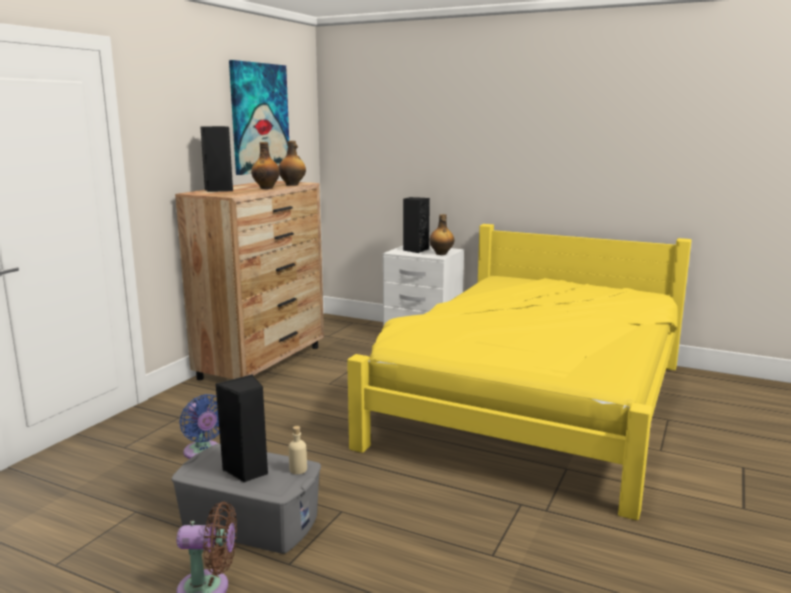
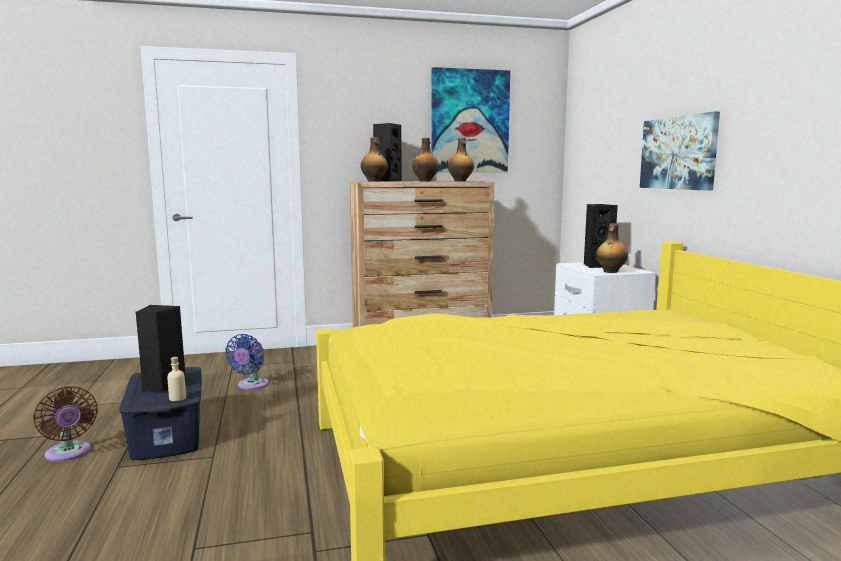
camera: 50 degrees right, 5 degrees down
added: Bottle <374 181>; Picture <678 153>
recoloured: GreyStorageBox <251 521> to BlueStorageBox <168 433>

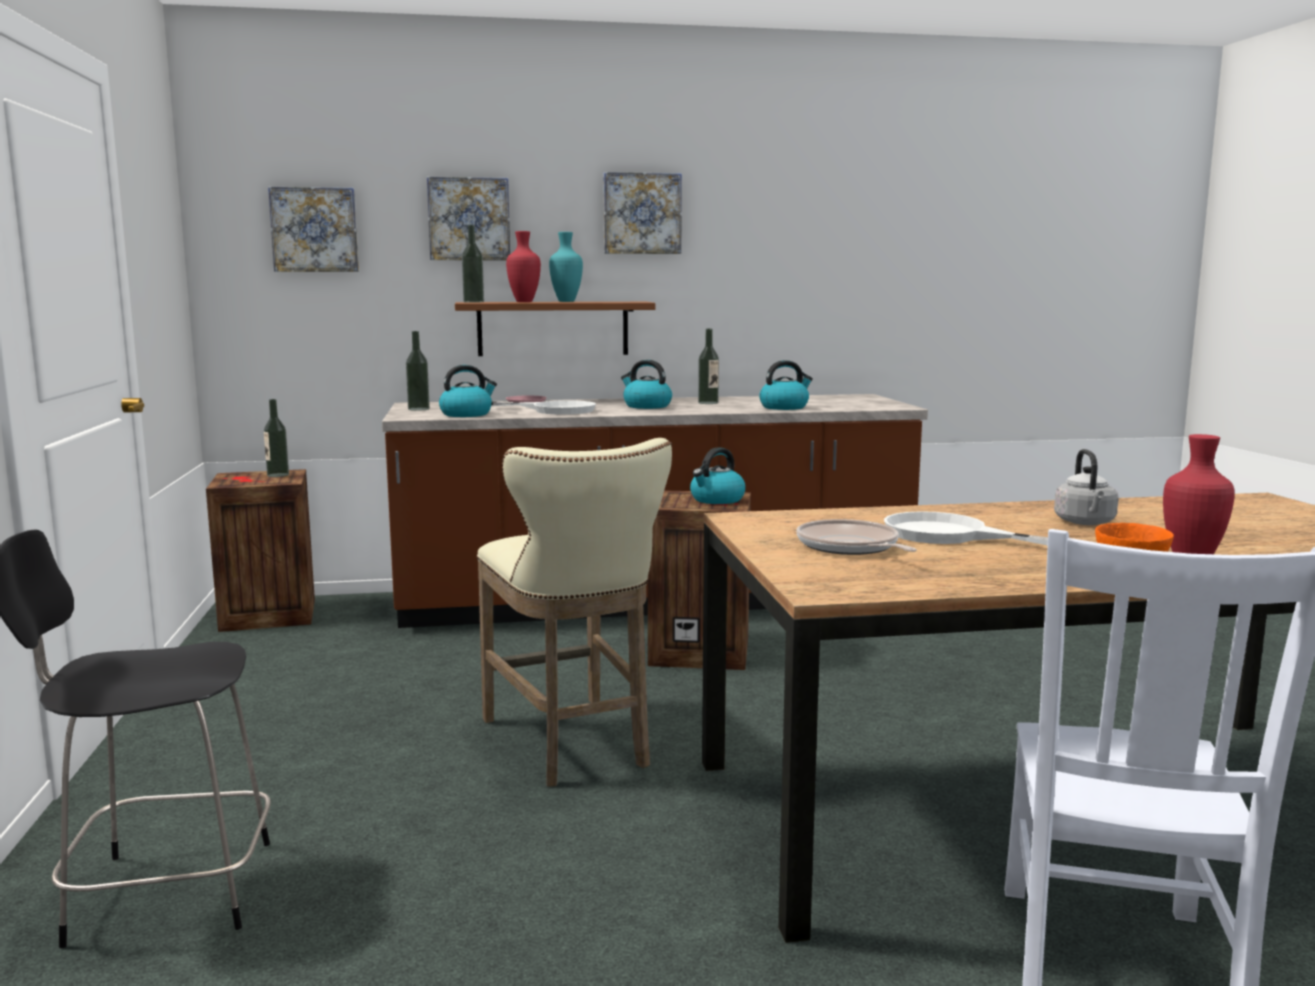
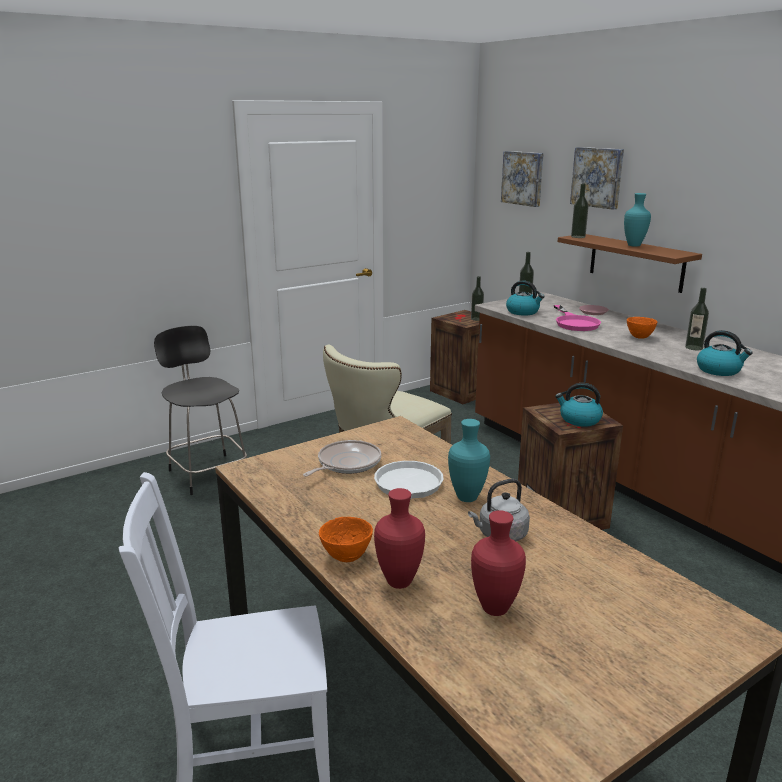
camera: 65 degrees right, 10 degrees up
removed: Picture <641 213>
added: TurquoiseVase <467 498>
moved: RedVase <524 302> to <493 609>
replaced: Kettle <646 406> to OrangeBowl <639 337>
recoloured: WhiteFryingPan <553 410> to PinkFryingPan <574 322>

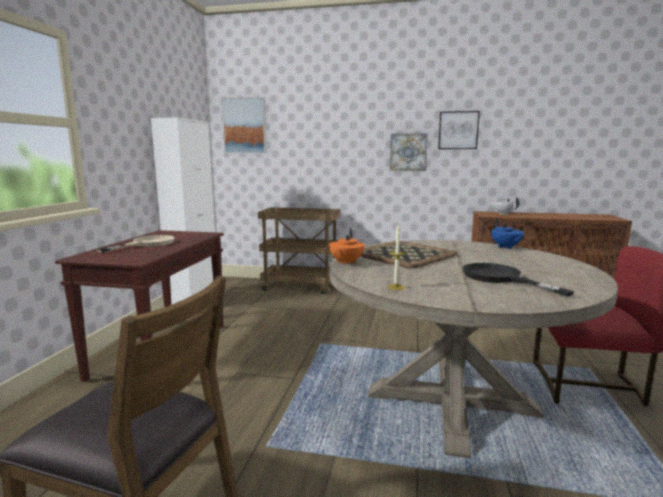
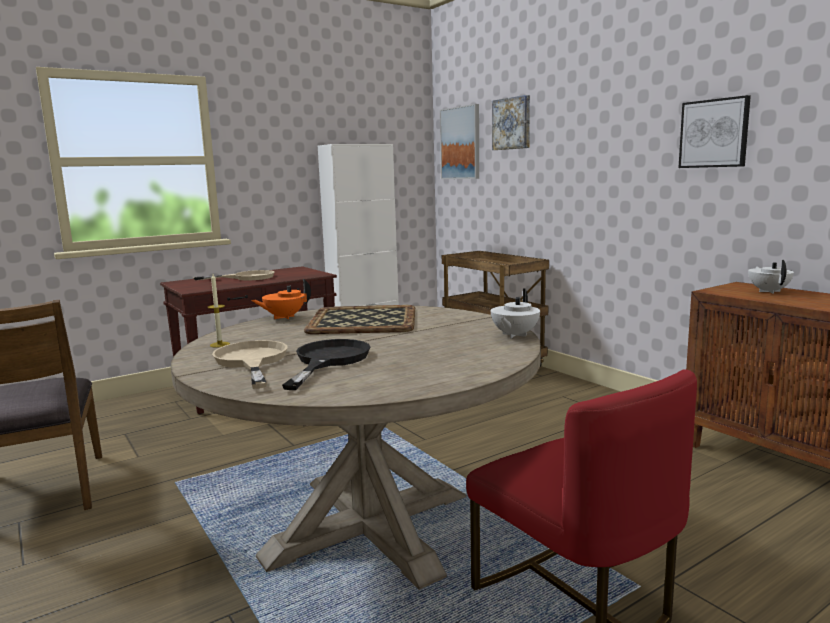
camera: 45 degrees right, 0 degrees up
added: BeigeFryingPan <251 361>
moved: Picture <408 152> to <512 123>
recoloured: BlueTeapot <505 247> to WhiteTeapot <514 335>

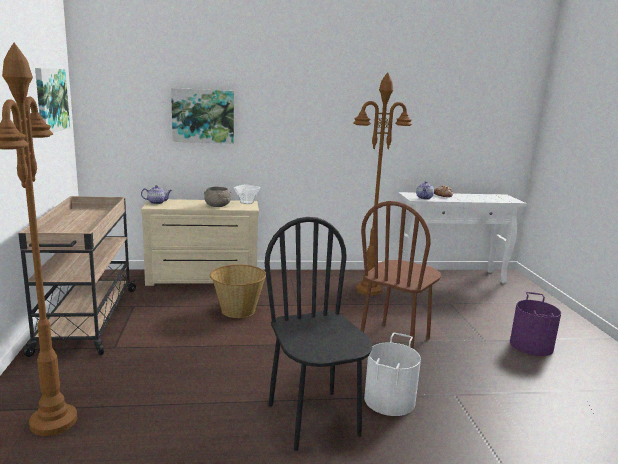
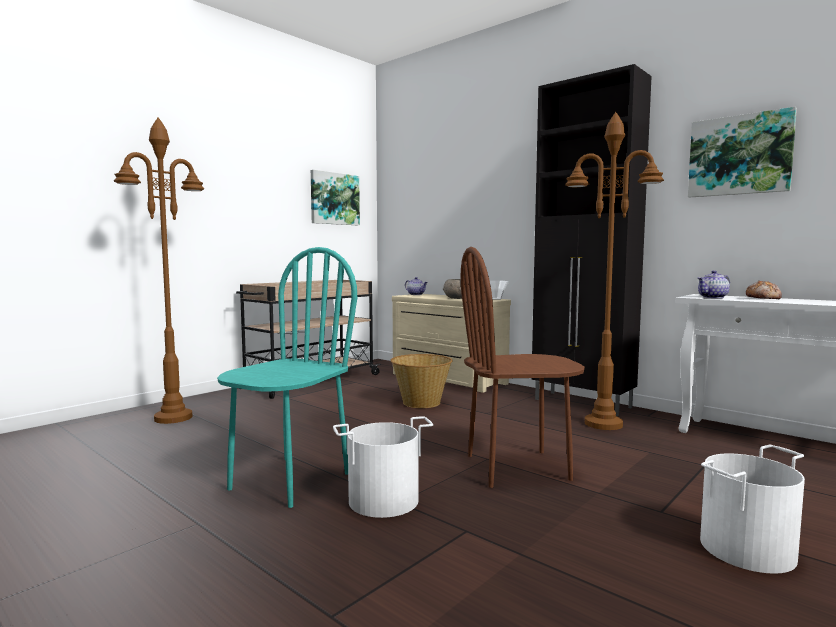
camera: 50 degrees right, 10 degrees down
added: BlackCabinet <583 404>
moved: Picture <203 116> to <739 155>
recoloured: BlackChair <314 419> to TurquoiseChair <289 481>; PurpleBucket <532 345> to WhiteBucket <748 549>

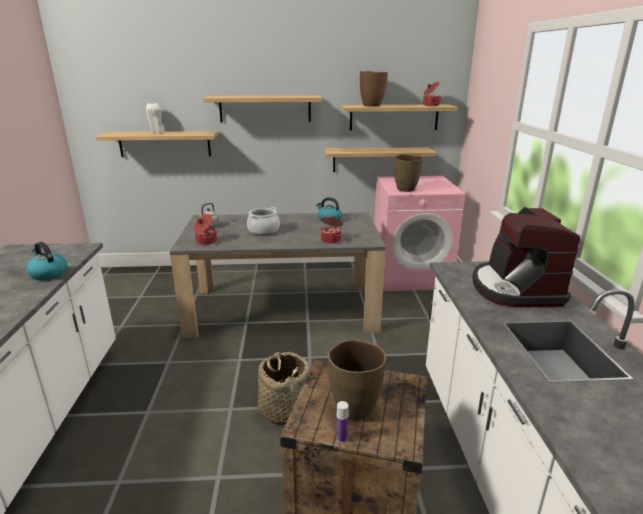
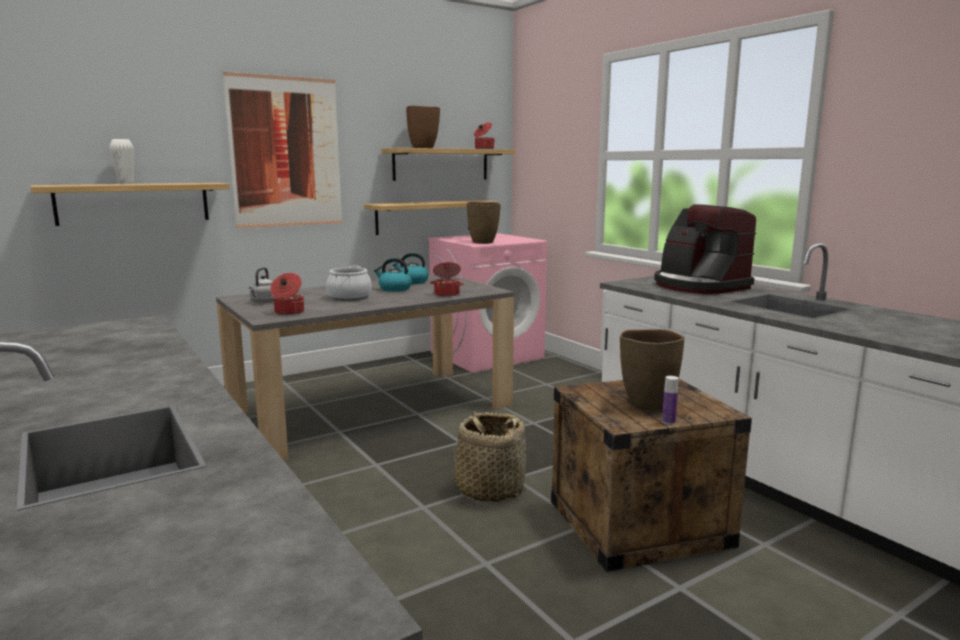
camera: 30 degrees left, 10 degrees down
moved: Kettle <48 274> to <394 289>
replaced: Shelf <265 108> to Picture <286 152>

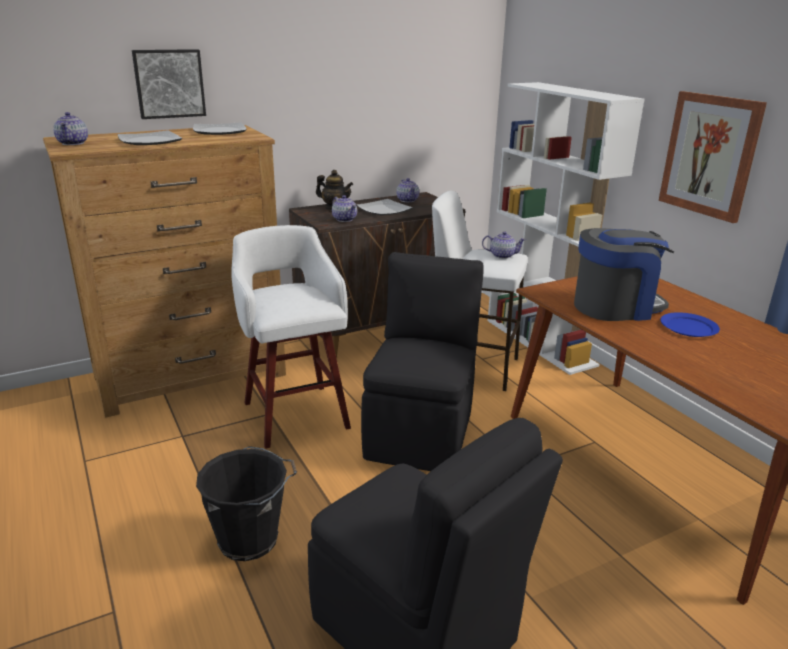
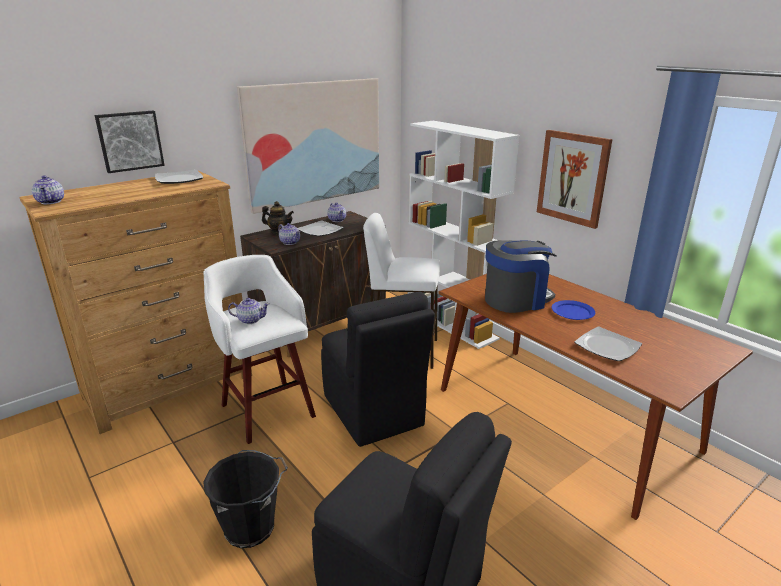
camera: 10 degrees left, 0 degrees up
added: Picture <314 143>
moved: Plate <149 141> to <606 346>; Teapot <502 255> to <250 320>
turned: BlackChair <421 431> = <373 412> 150 degrees clockwise

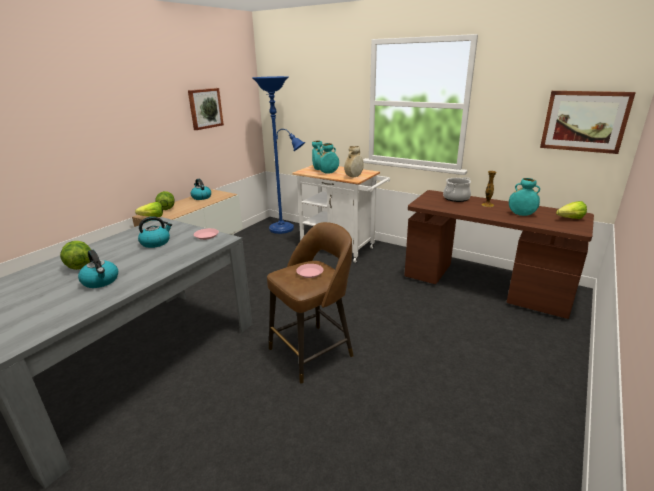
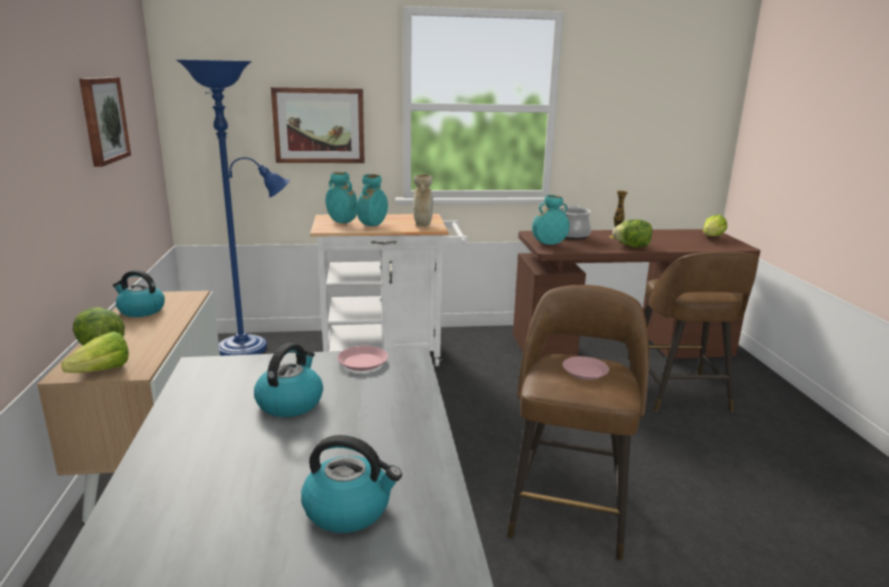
camera: 40 degrees left, 5 degrees down
added: BrownStool <680 394>
moved: Lettuce <80 266> to <632 246>; TurquoiseVase <521 215> to <549 244>; Picture <584 121> to <319 125>

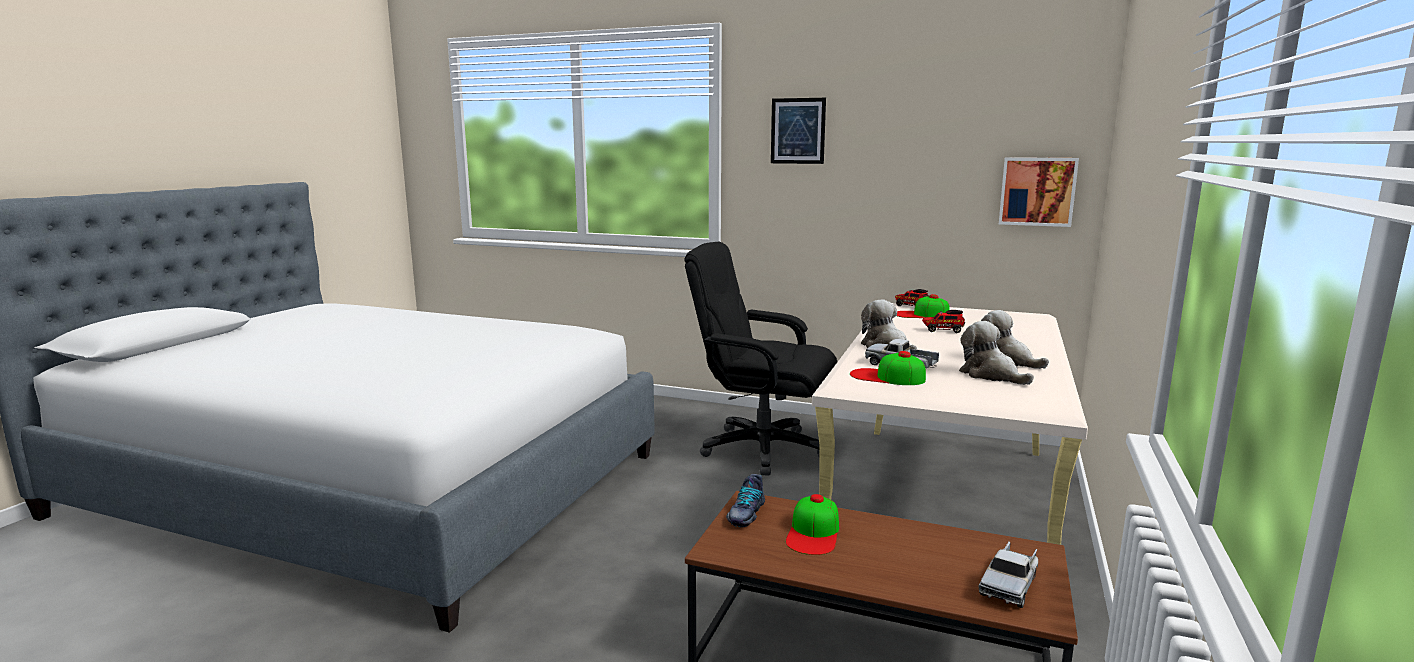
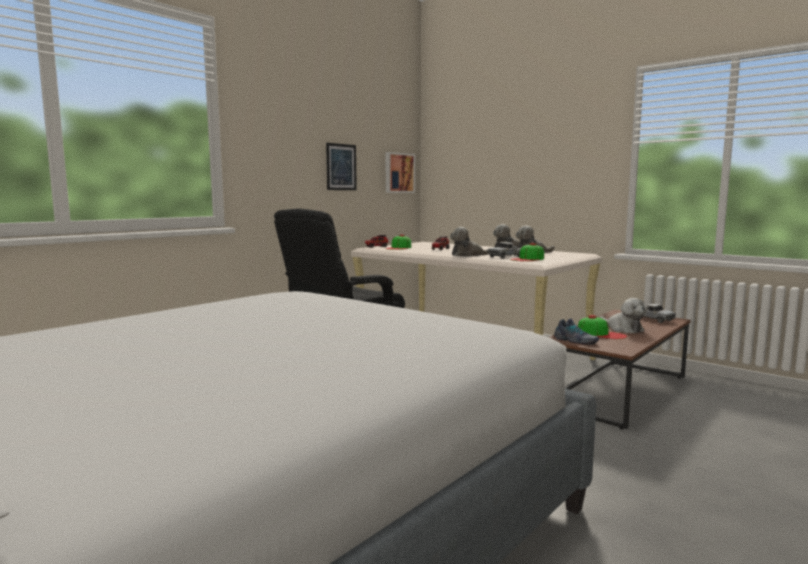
camera: 70 degrees left, 5 degrees down
added: PlushToy <623 329>
moved: Picture <798 131> to <341 167>

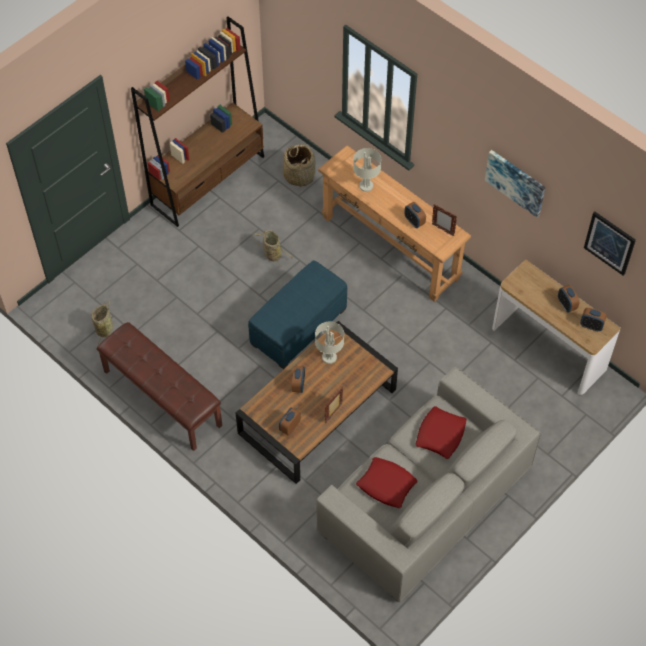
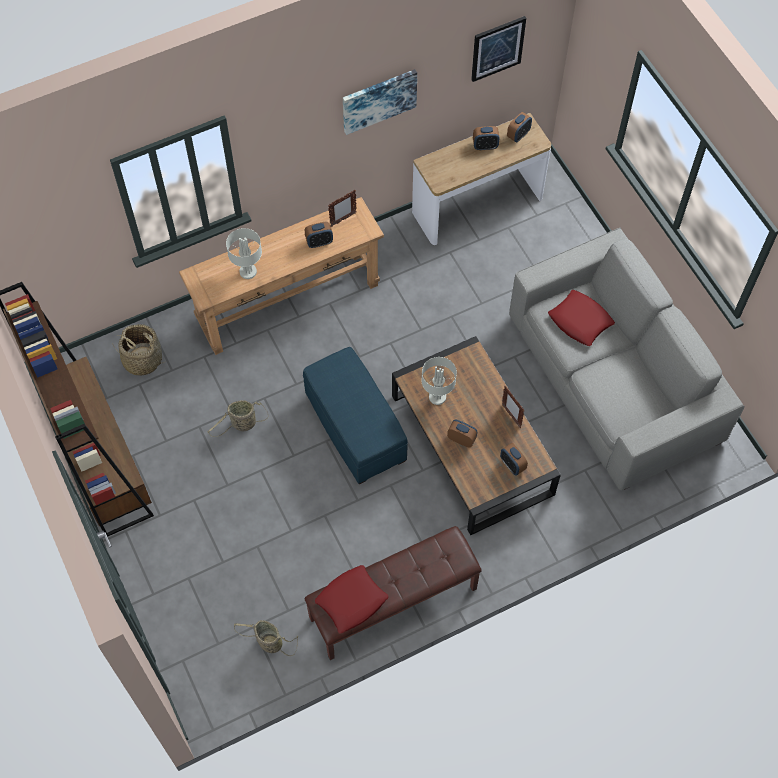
camera: 70 degrees left, 5 degrees up
moved: RedPillow <386 485> to <351 601>

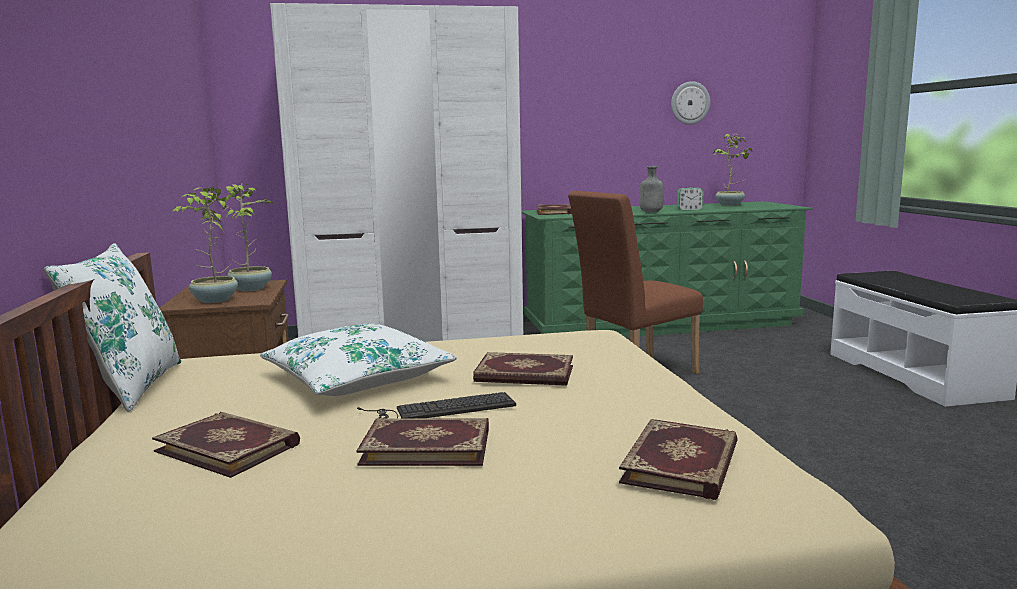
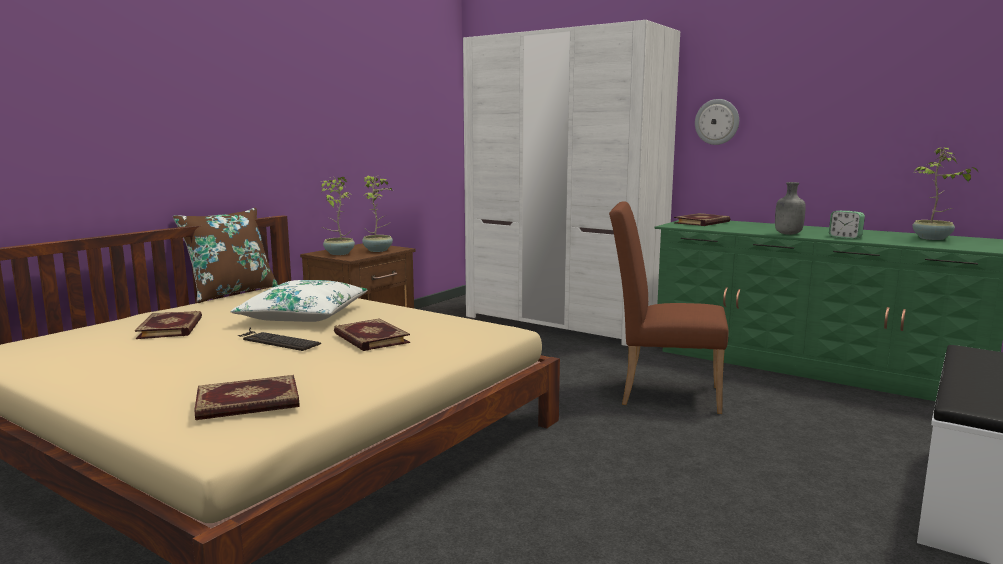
camera: 45 degrees right, 0 degrees up
removed: Book <427 446>
moved: WallClock <690 103> to <717 122>
recoloured: WhitePillow <130 387> to BrownPillow <231 293>

